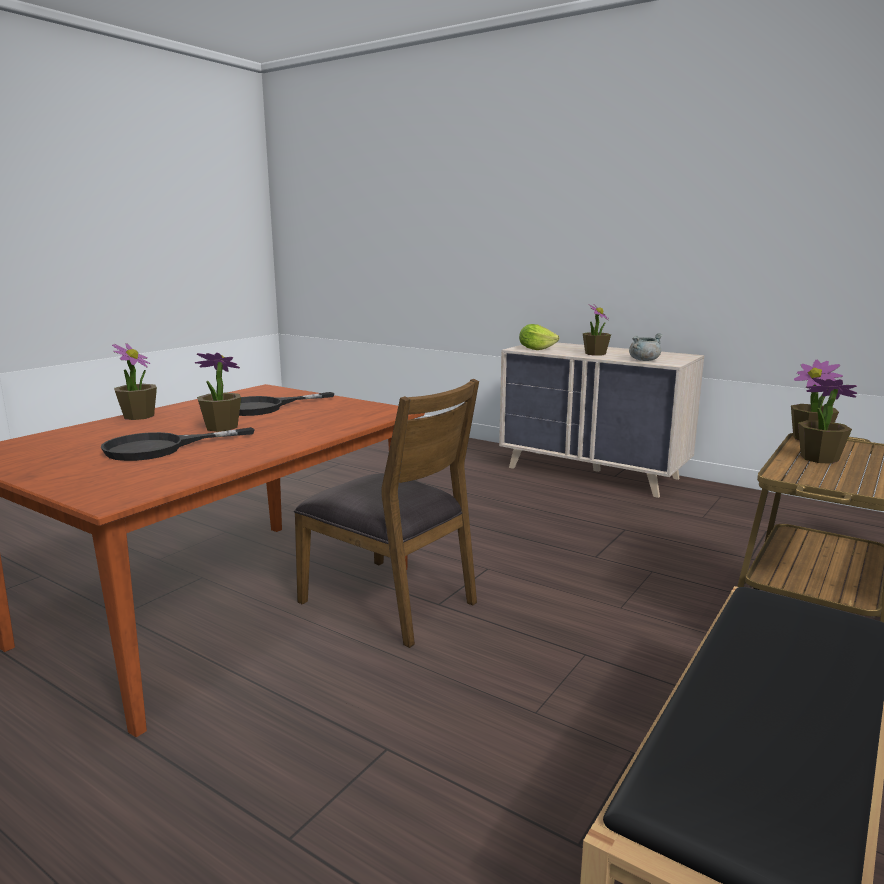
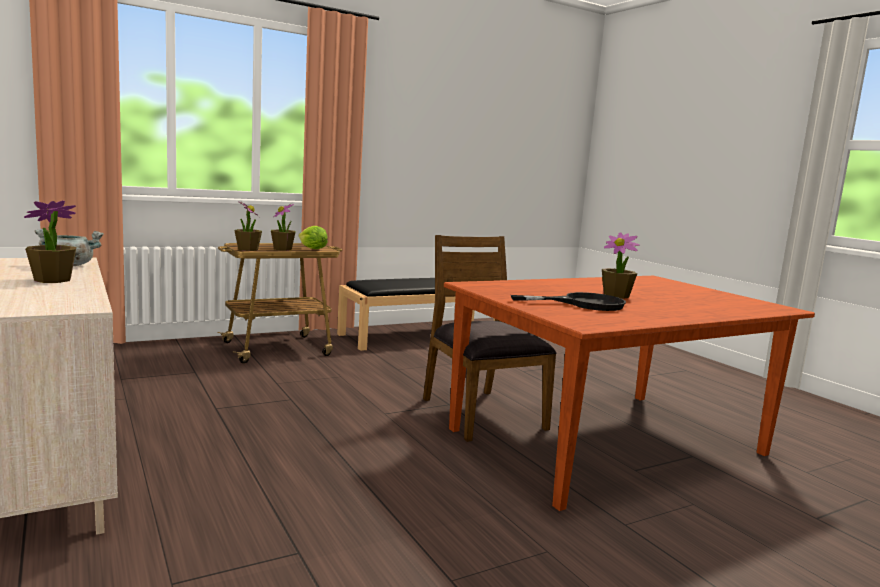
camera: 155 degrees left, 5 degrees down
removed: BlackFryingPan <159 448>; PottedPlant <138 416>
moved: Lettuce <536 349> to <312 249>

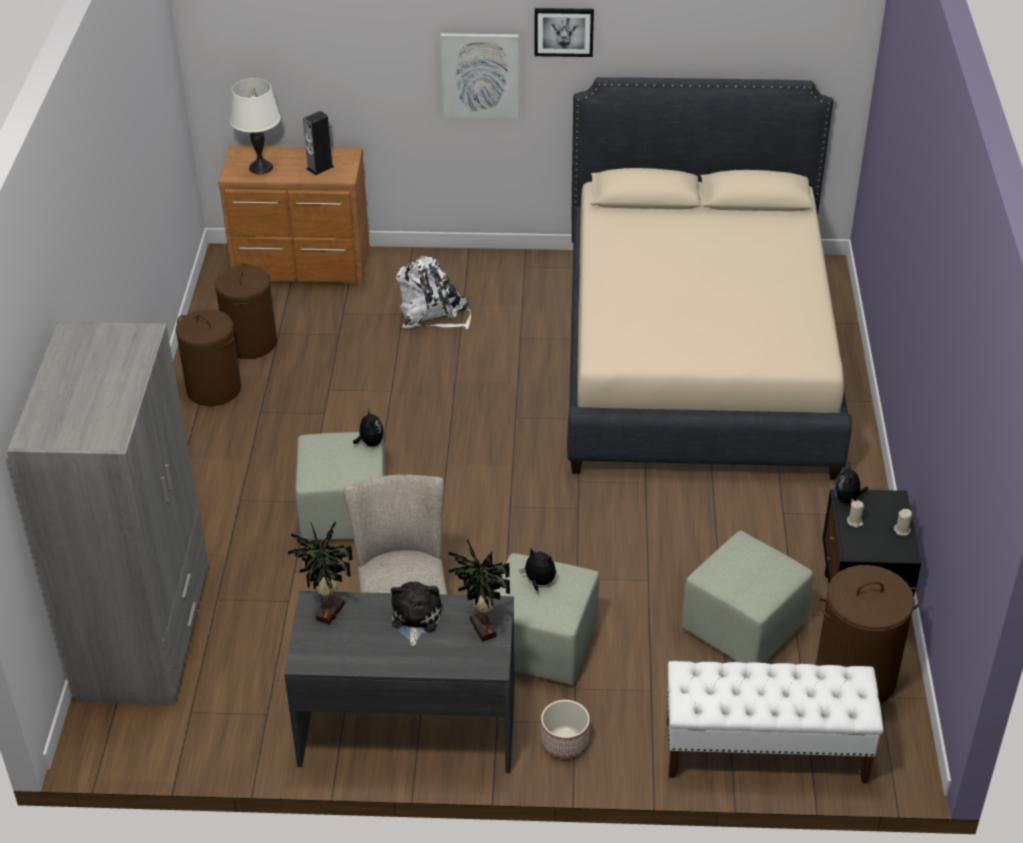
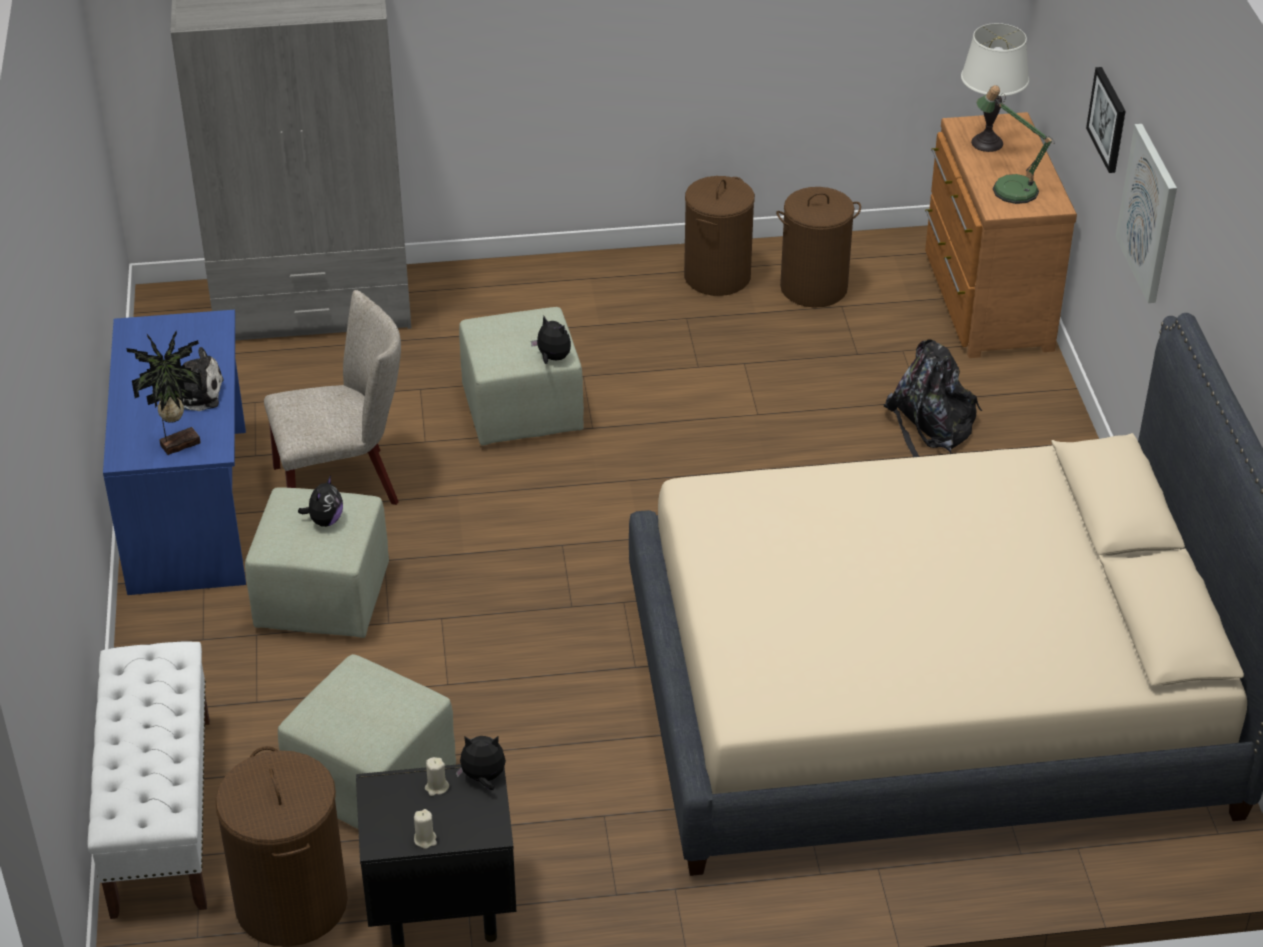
camera: 80 degrees right, 0 degrees up
removed: PottedPlant <328 612>; Planter <564 742>
moved: Picture <564 31> to <1108 119>
replaced: Speaker <320 168> to TableLamp <1009 187>
recoloured: GreyDesk <408 727> to BlueDesk <191 508>; WhiteBackpack <433 314> to BlackBackpack <930 428>
turned: PlushToy <370 442> = <552 358> 120 degrees counterclockwise

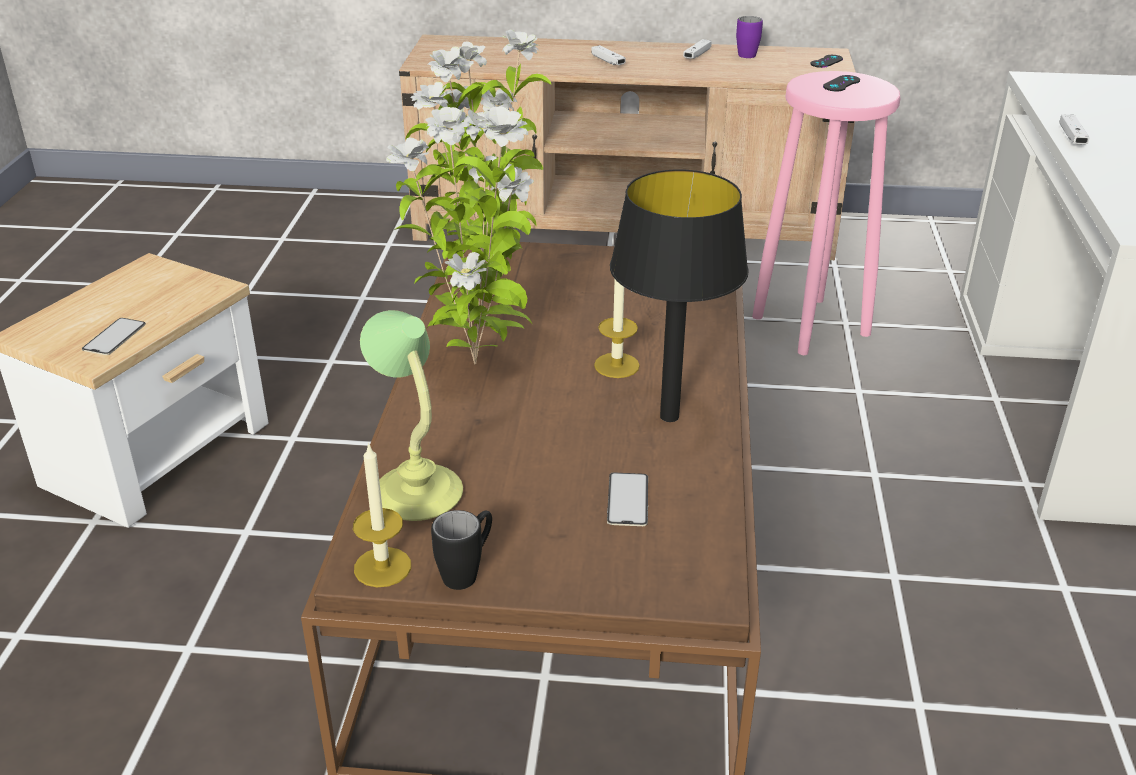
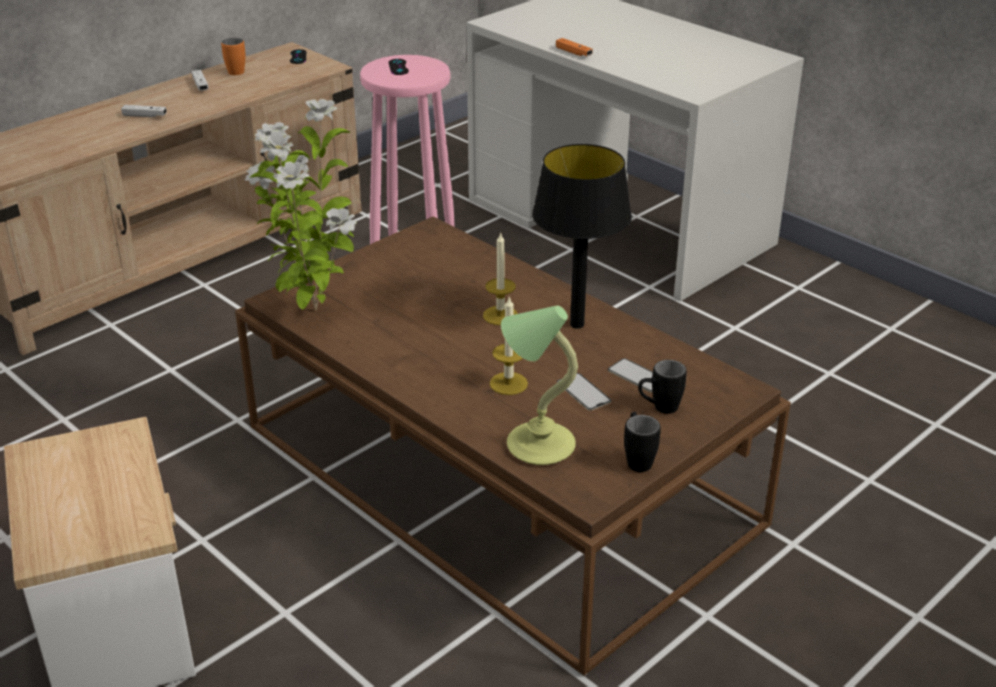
camera: 50 degrees left, 0 degrees up
removed: PottedPlant <477 361>
added: BlackMug <659 408>
moved: Phone <114 337> to <583 392>; Candle <382 567> to <508 383>
recoloured: PurpleMug <749 53> to OrangeMug <234 70>; WhiteGameController <1072 137> to OrangeGameController <573 52>

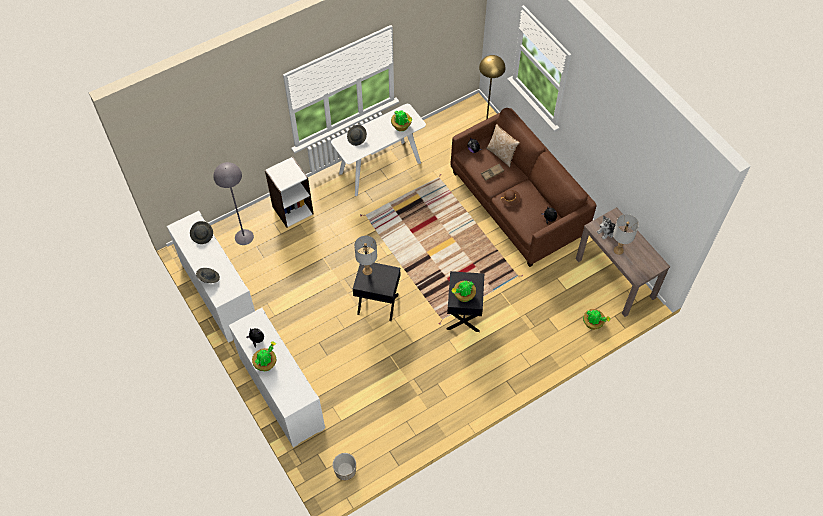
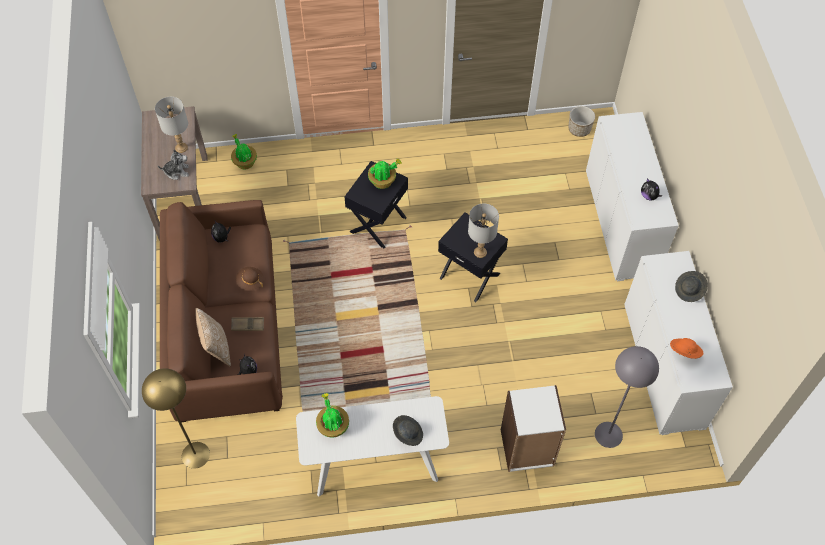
camera: 155 degrees left, 0 degrees up
removed: PottedPlant <266 363>
recoloured: GreyHat <202 235> to OrangeHat <684 352>

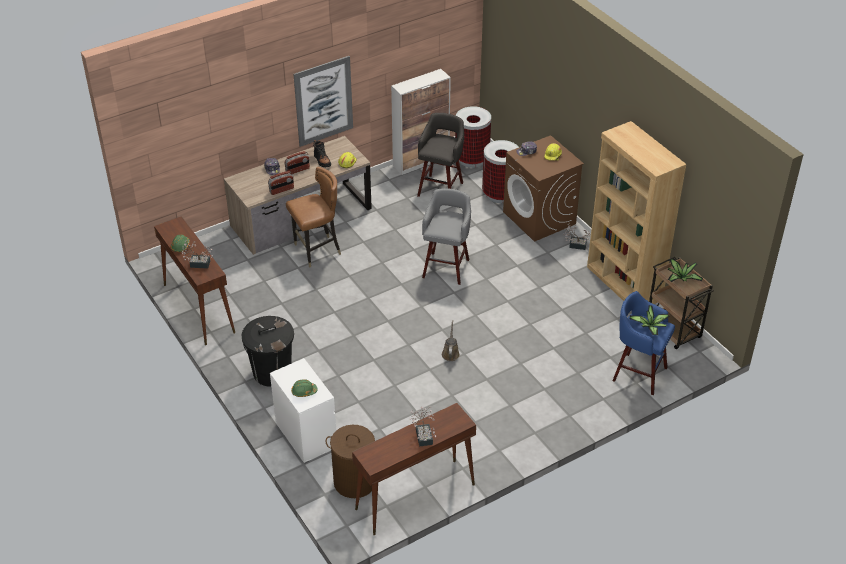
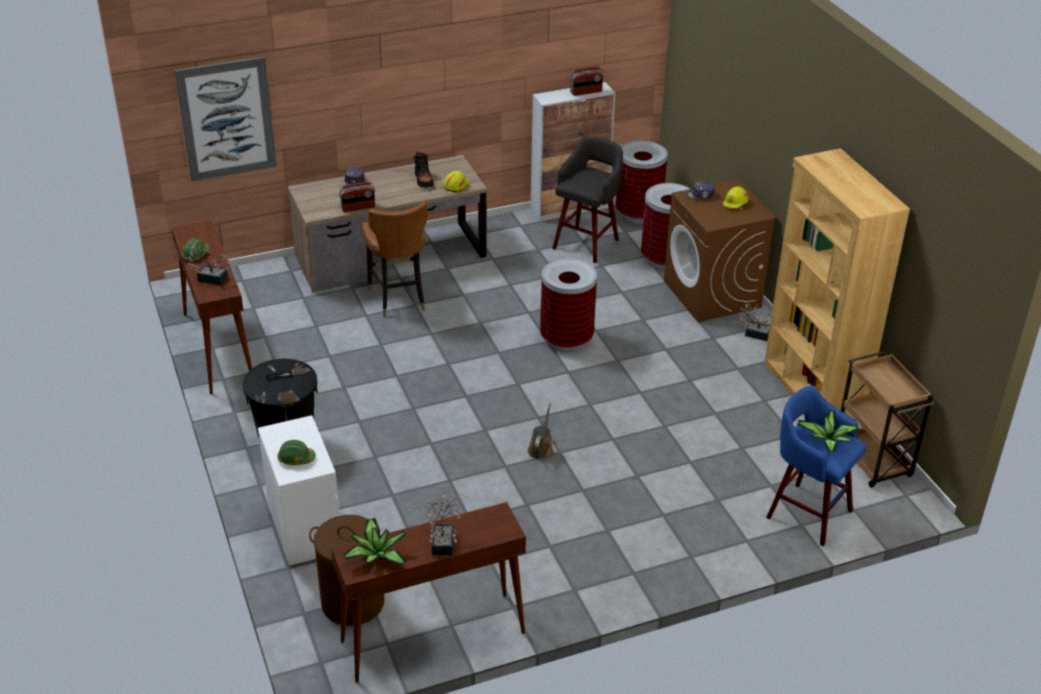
camera: 10 degrees right, 5 degrees down
moved: Radio <297 170> to <586 92>; Picture <323 101> to <227 119>; PottedPlant <681 278> to <376 555>
replaced: GreyStool <446 267> to TrashCan <566 339>
turned: BrownChair <317 251> = <398 298> 90 degrees clockwise

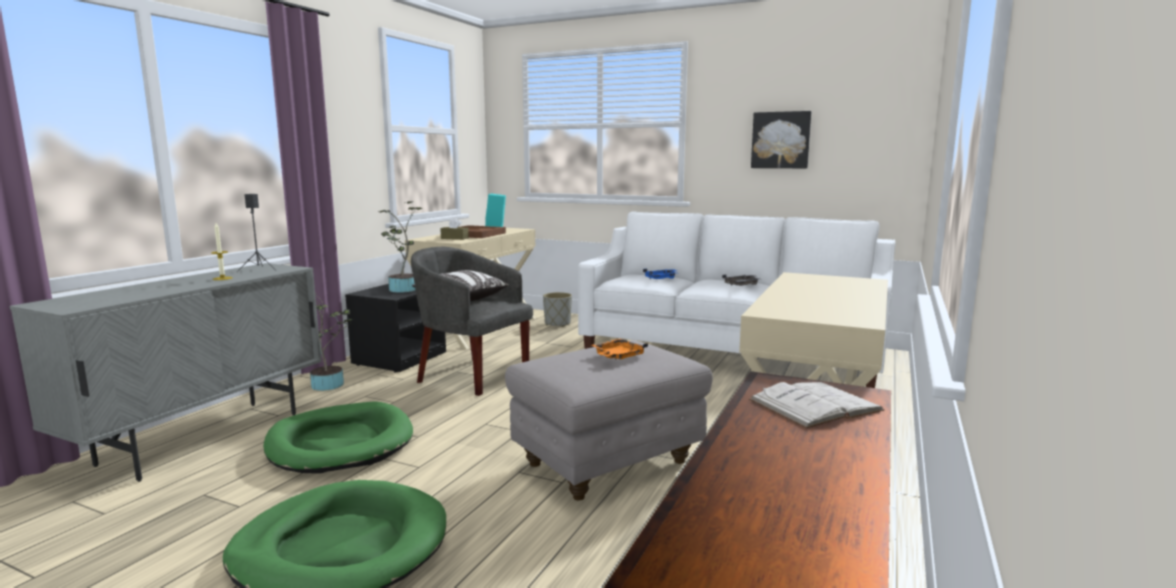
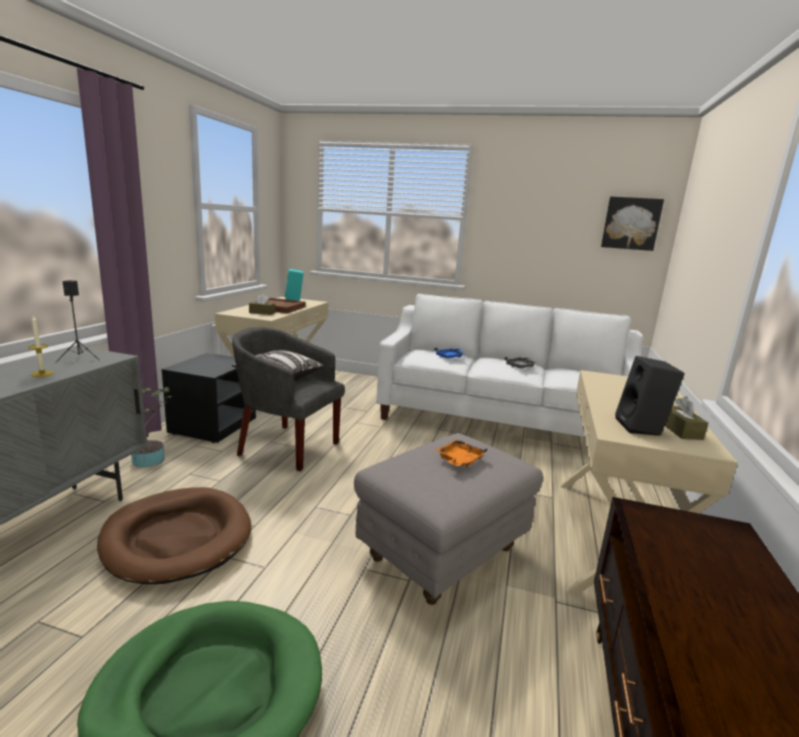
camera: 10 degrees left, 5 degrees up
removed: PottedPlant <402 290>; GreyPlanter <558 324>; WhiteBook <815 405>
added: BlackSpeaker <642 428>; BrownTissueBox <680 430>
moved: Picture <780 140> to <631 223>
recoloured: GreenDogBed <340 443> to BrownDogBed <177 538>

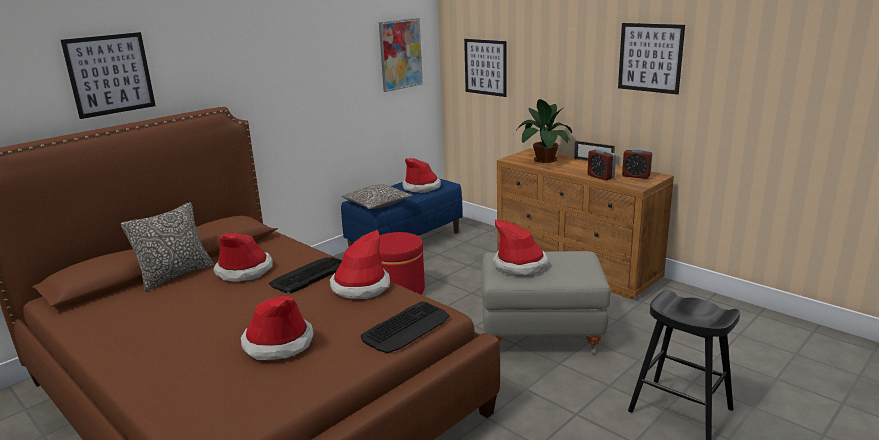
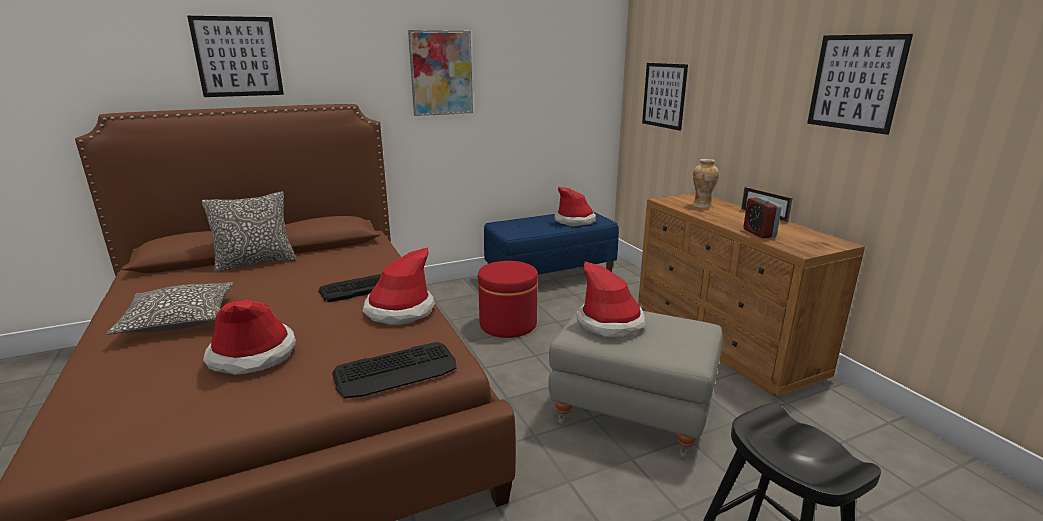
camera: 20 degrees right, 0 degrees up
removed: Hat <244 270>; AlarmClock <636 176>
moved: Pillow <377 204> to <180 320>; Picture <400 54> to <441 73>
replaced: PottedPlant <543 160> to Vase <701 205>

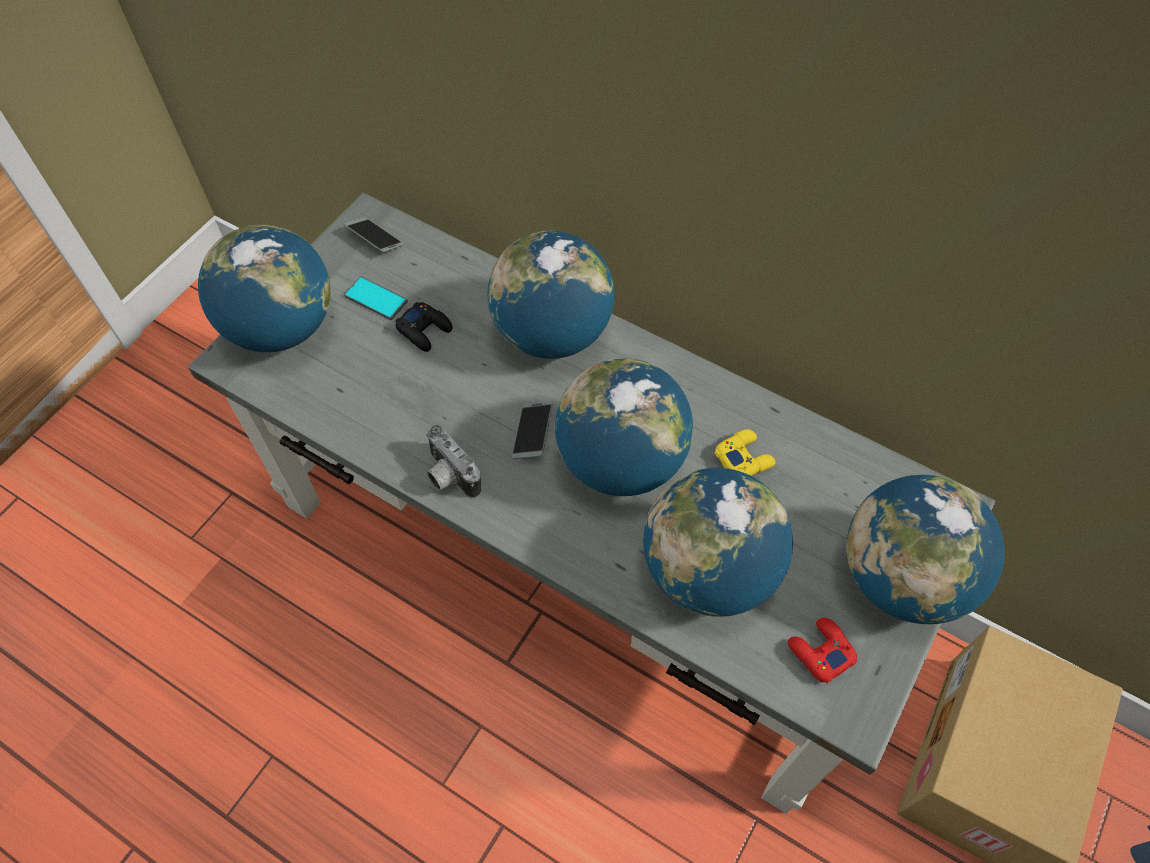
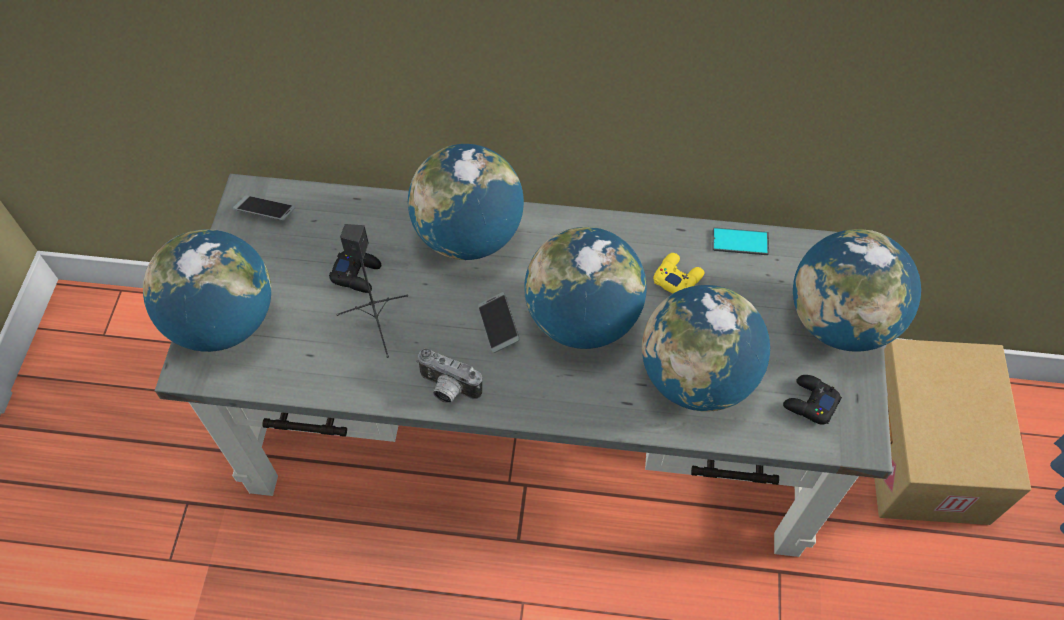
camera: 25 degrees left, 0 degrees up
added: BlackSpeaker <377 321>
moved: Phone <376 298> to <740 242>
recoloured: RedGameController <820 652> to BlackGameController <810 403>

